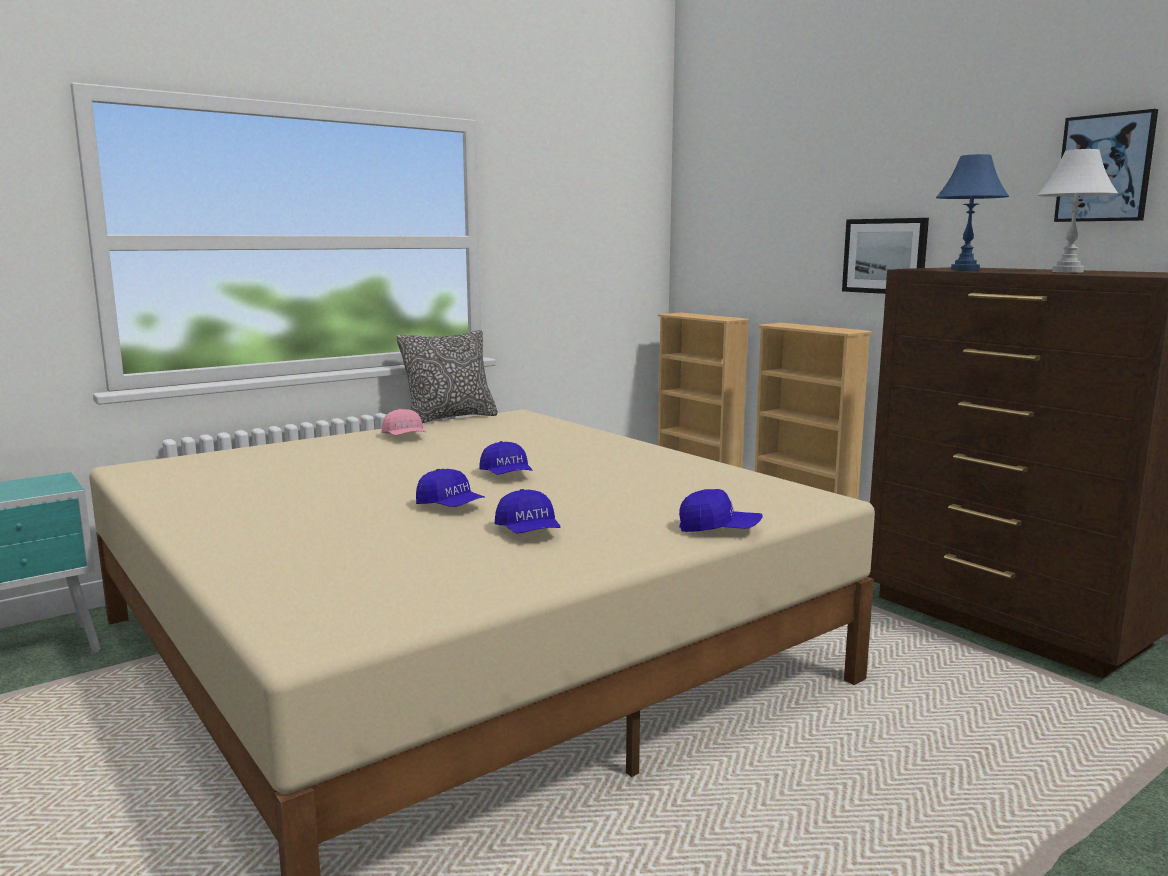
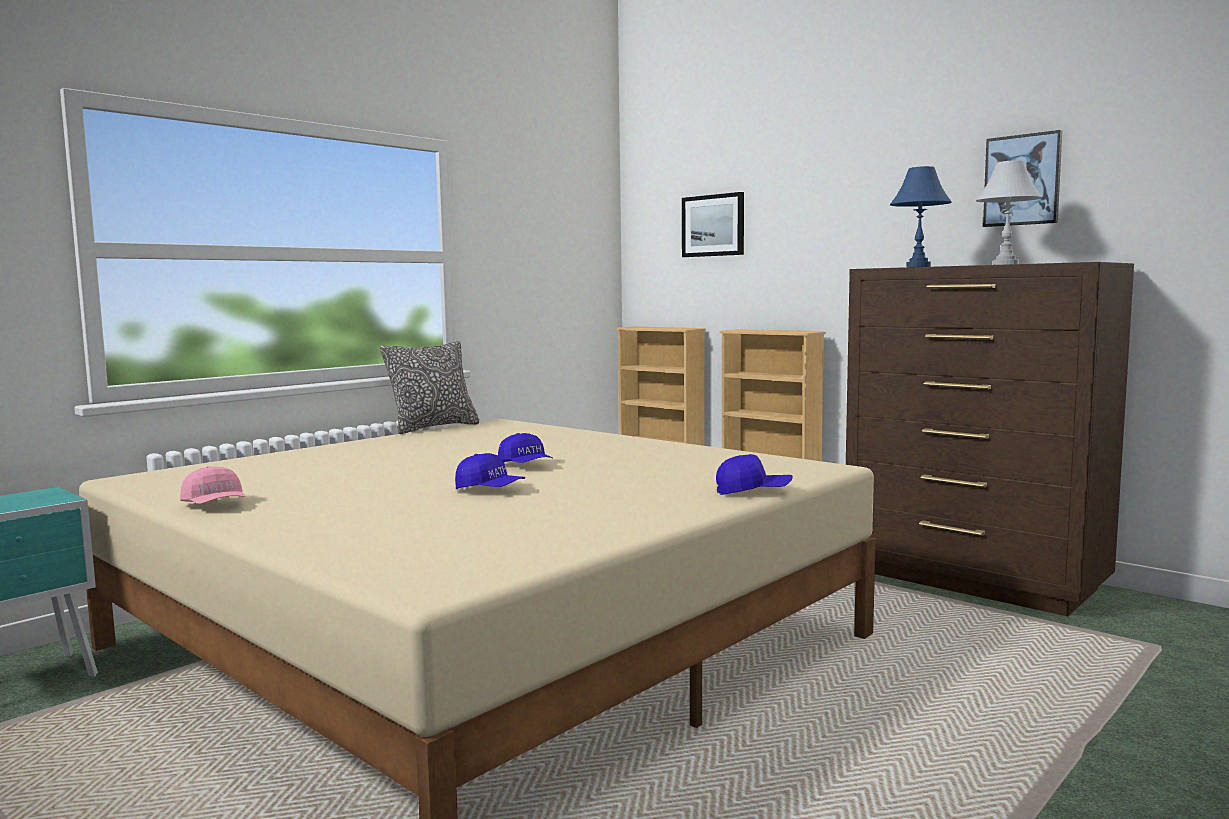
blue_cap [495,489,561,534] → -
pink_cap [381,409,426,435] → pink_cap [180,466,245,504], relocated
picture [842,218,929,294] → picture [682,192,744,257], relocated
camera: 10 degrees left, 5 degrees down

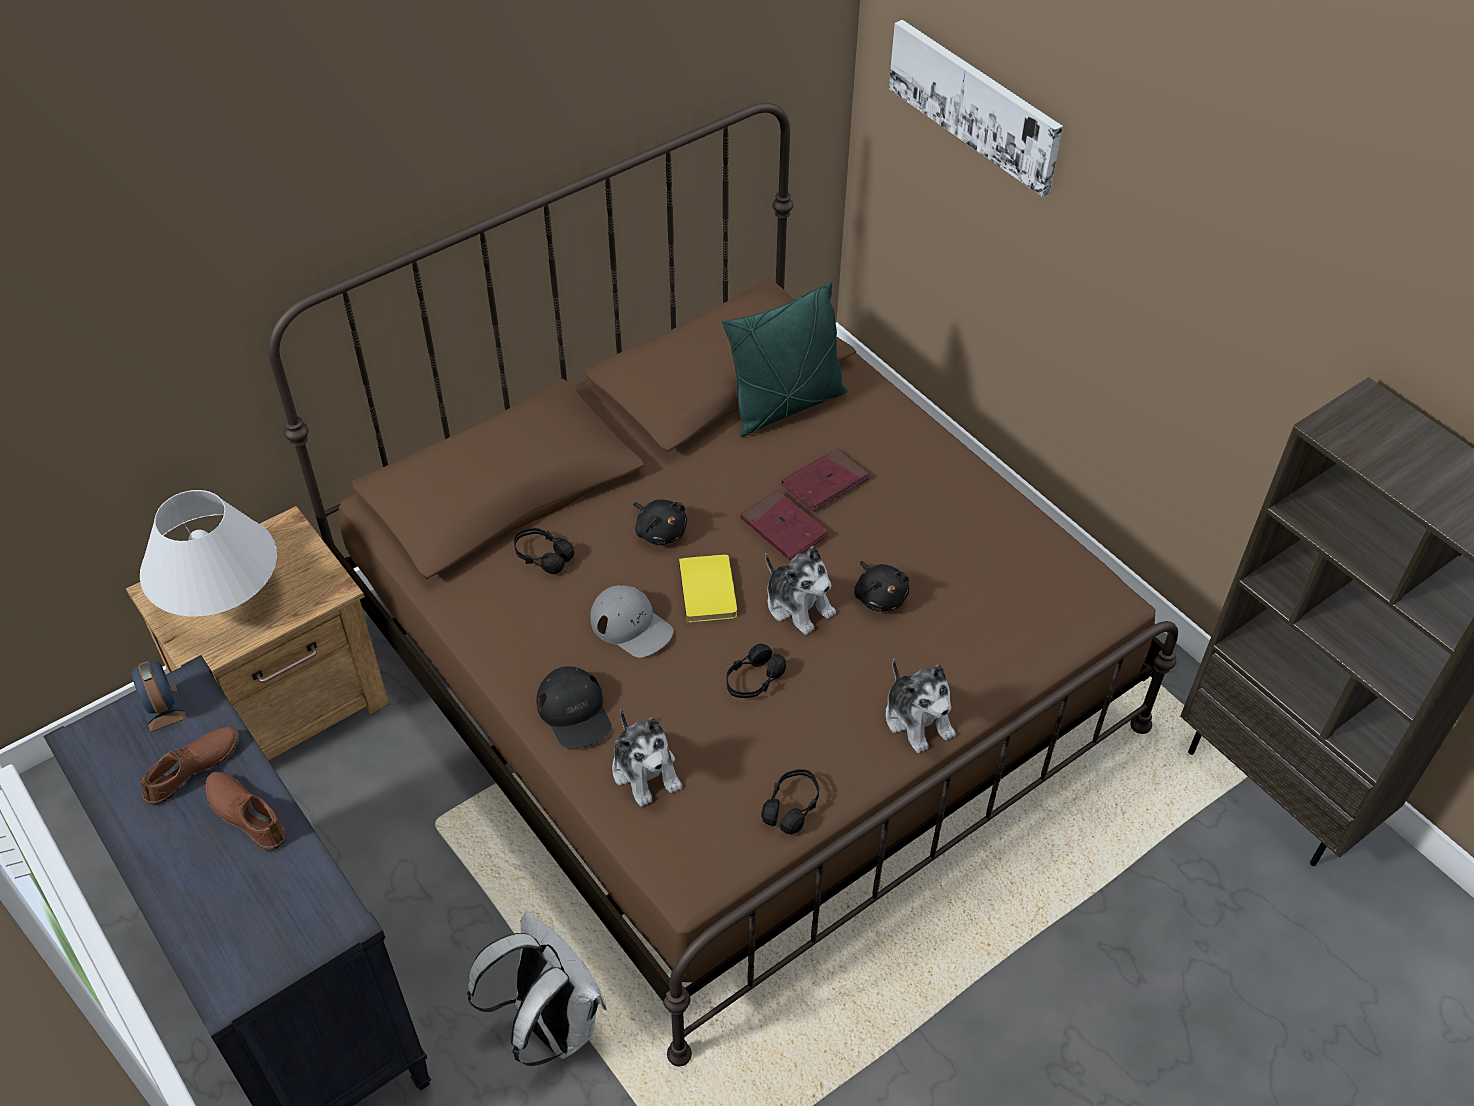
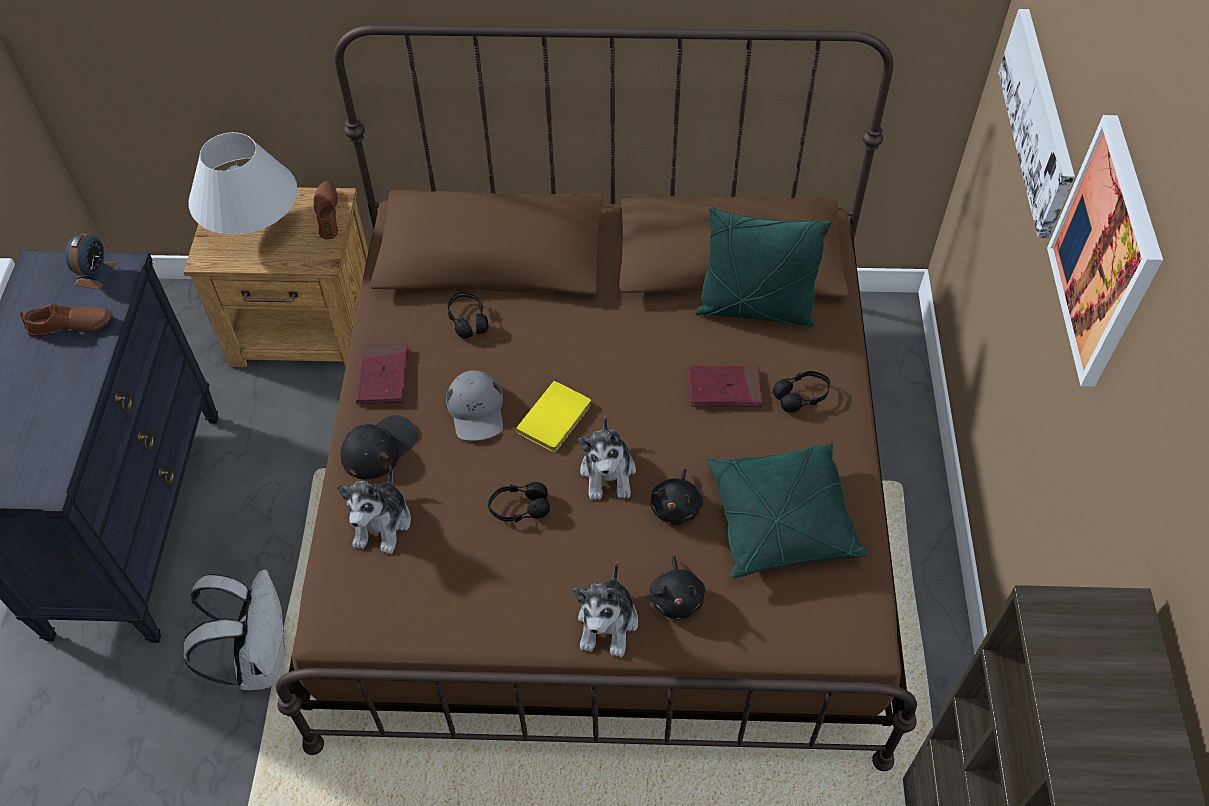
- → green_pillow [706,443,868,578]
- → picture [1047,115,1163,386]
brown_shoe [205,771,286,851] → brown_shoe [314,181,338,239], relocated
black_plush_toy [633,499,687,545] → black_plush_toy [650,556,705,620], relocated
red_book [740,490,828,561] → red_book [356,344,409,405], relocated
black_headphones [761,769,819,834] → black_headphones [773,371,830,413], relocated
black_cap [536,666,612,749] → black_cap [341,415,417,480], 150 degrees counterclockwise
camera: 40 degrees right, 5 degrees up

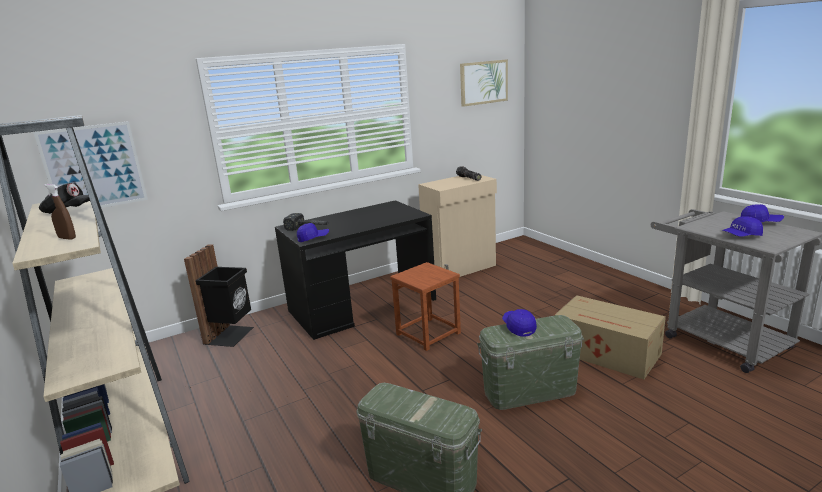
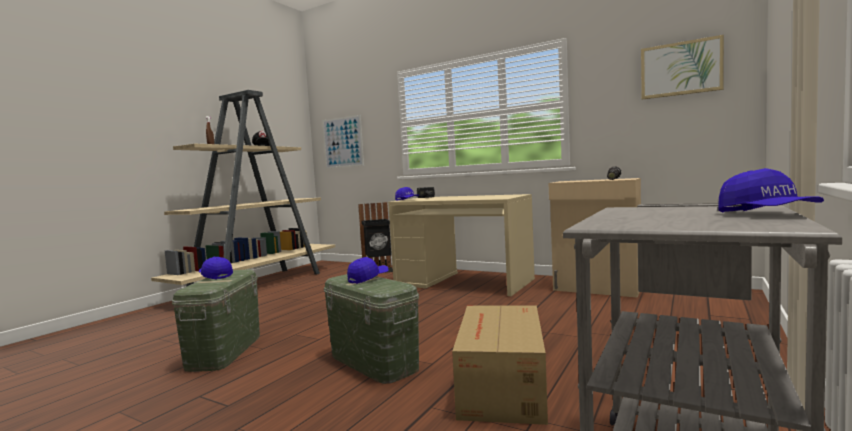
brown_stool [390,262,461,351] → -
blue_cap [722,216,763,237] → blue_cap [199,257,233,279], relocated
black_desk [275,200,436,340] → beige_desk [388,194,535,296]
camera: 60 degrees right, 15 degrees down

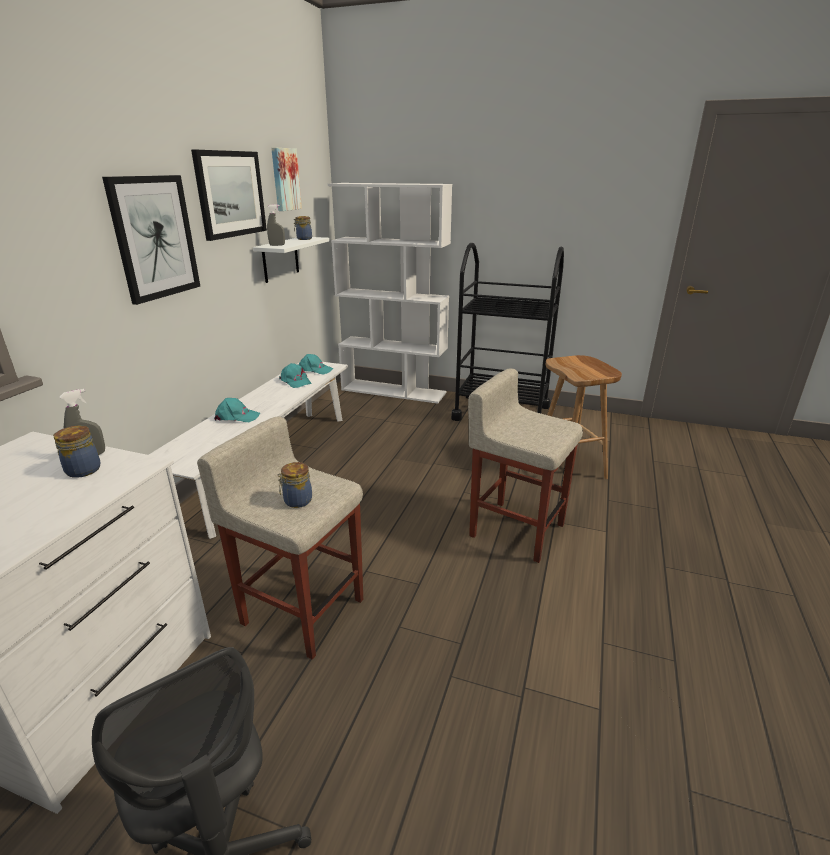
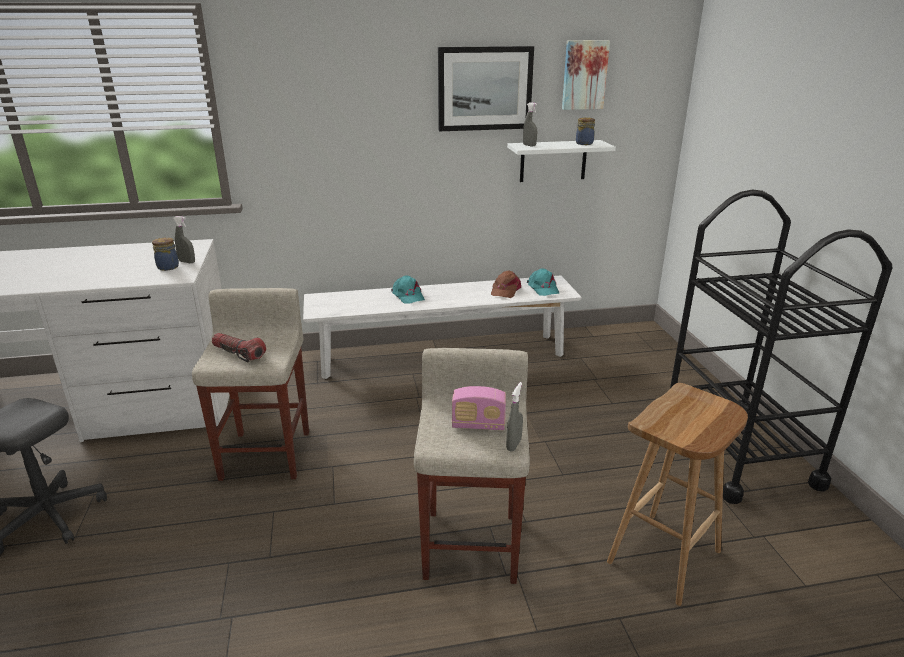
picture [102,175,200,305] → -
white_bookcase [328,183,452,404] → -
- → radio [452,386,506,430]
- → grey_spray_bottle [506,382,523,452]
jar [278,462,312,508] → flashlight [212,333,266,363]
turquoise_cap [279,363,311,388] → brown_cap [491,270,521,298]
camera: 60 degrees right, 0 degrees up

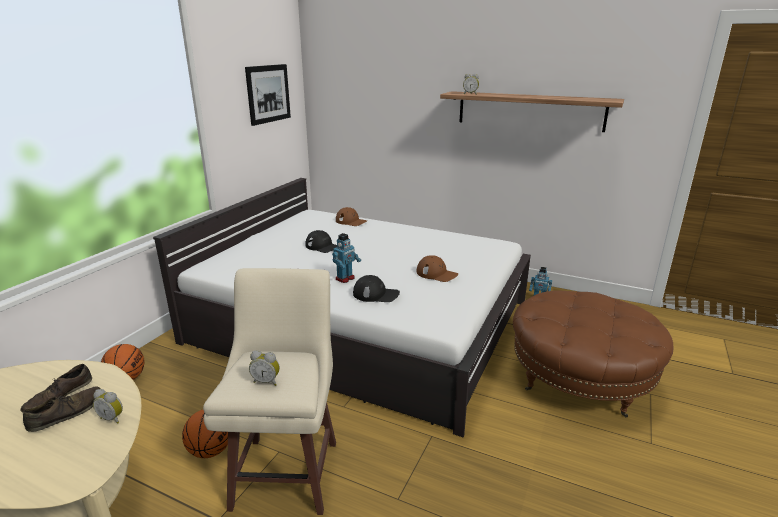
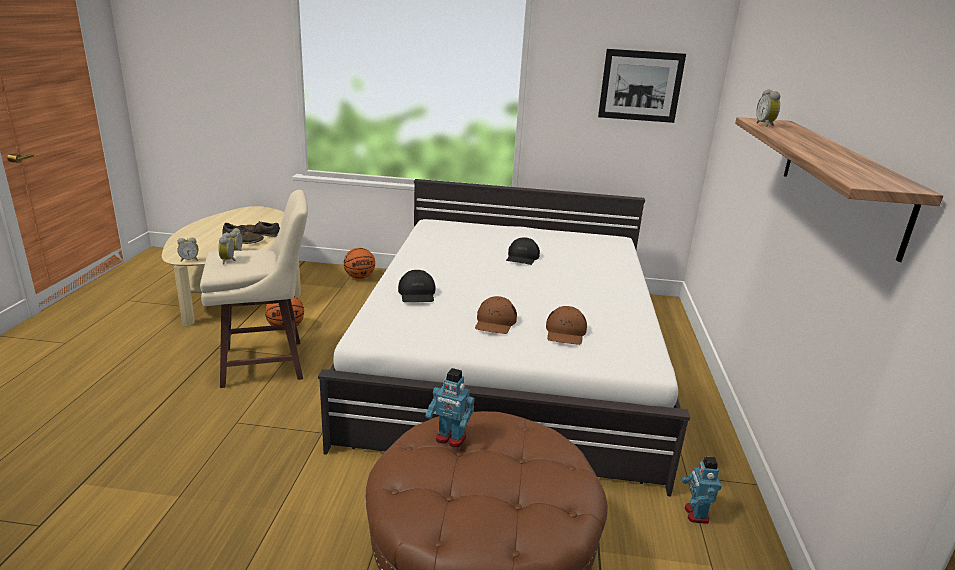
- → alarm_clock [177,237,199,262]
toy_robot [332,233,361,283] → toy_robot [425,368,475,447], relocated
brown_cap [336,207,367,226] → brown_cap [546,306,587,345], relocated
camera: 70 degrees right, 0 degrees up

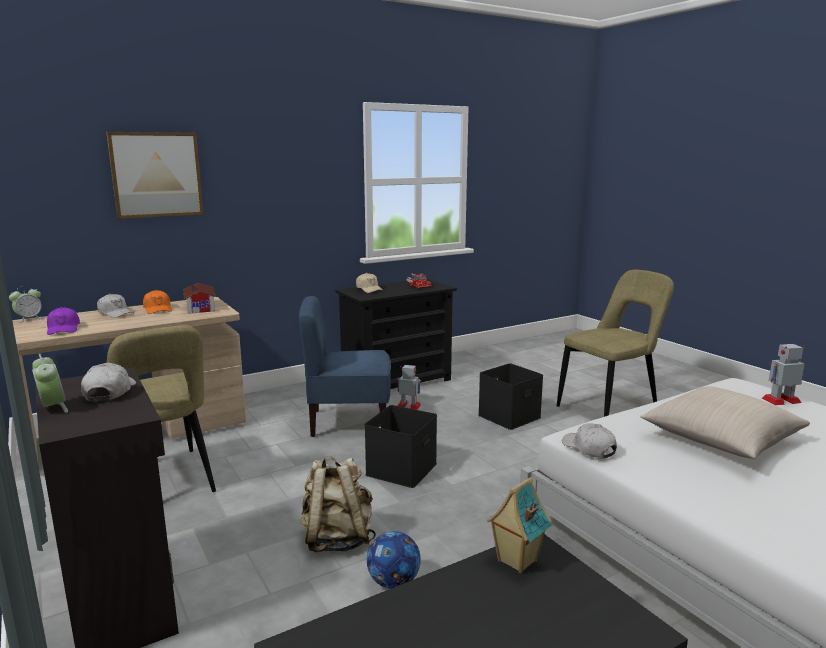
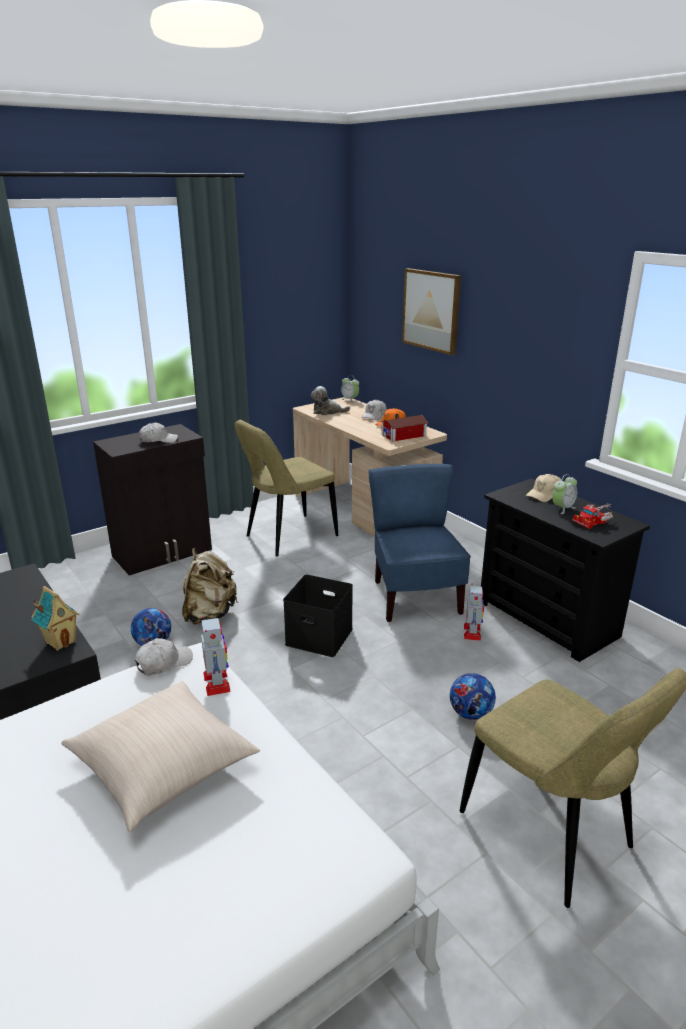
alarm_clock [32,354,68,413] → alarm_clock [552,474,577,514], relocated
toy_robot [762,344,805,405] → toy_robot [201,616,231,696], relocated
purple_cap [47,307,80,335] → plush_toy [311,386,350,415]
black_storage_box [478,363,543,430] → football [450,673,496,720]
camera: 85 degrees right, 10 degrees up

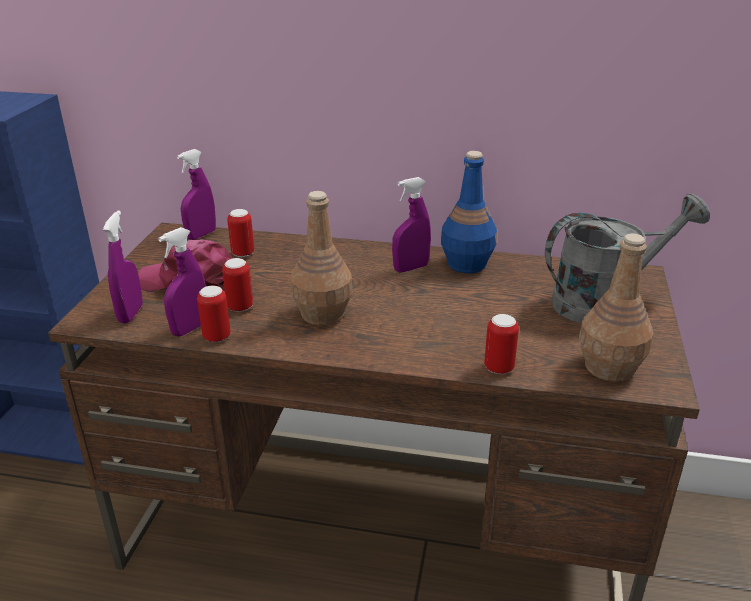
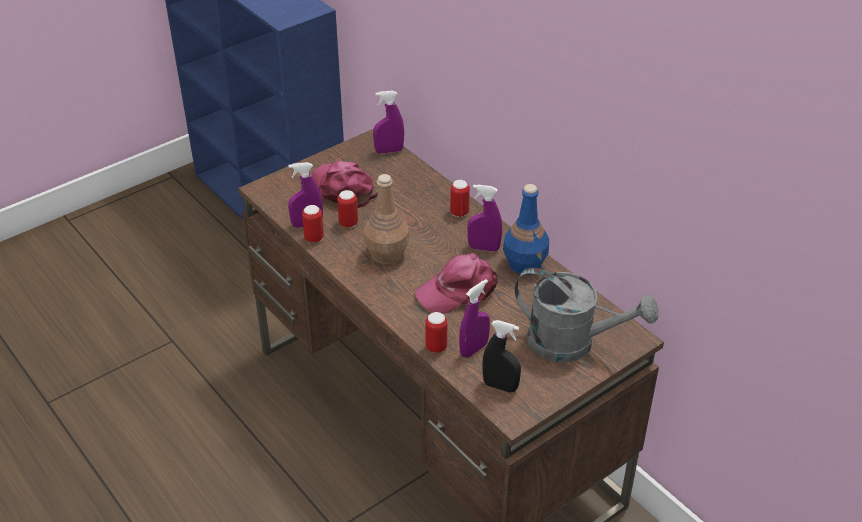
- → pink_cap [414,253,498,314]
purple_spray_bottle [103,211,143,323] → purple_spray_bottle [459,279,490,358], relocated
can [227,209,254,257] → can [450,180,470,217], relocated
brown_bottle [579,234,653,382] → black_spray_bottle [482,320,521,392]
camera: 40 degrees right, 10 degrees up

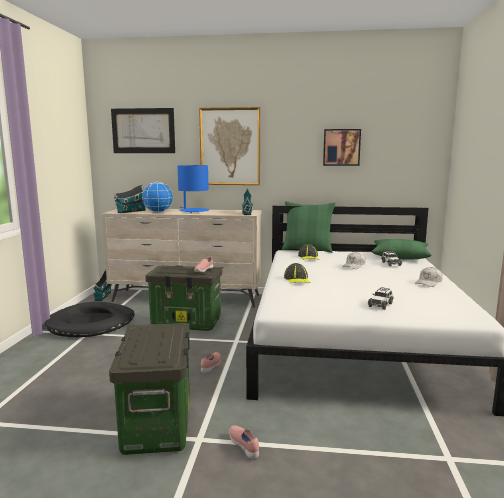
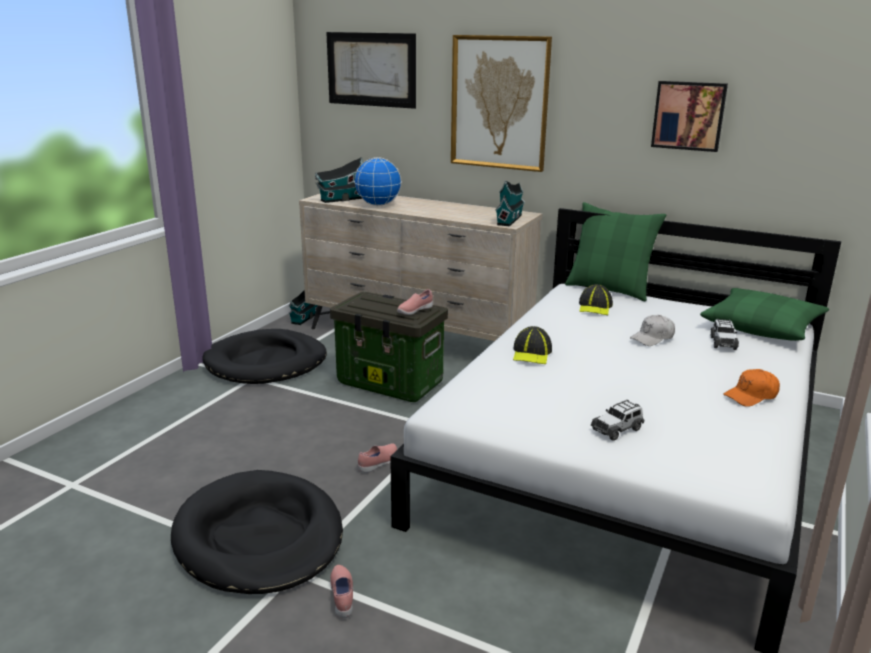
blue_table_lamp [178,165,209,213] → -
storage_box [109,323,190,455] → black_dog_bed [171,470,343,594]
white_cap [415,267,443,287] → orange_cap [723,369,780,407]
camera: 20 degrees right, 10 degrees up

